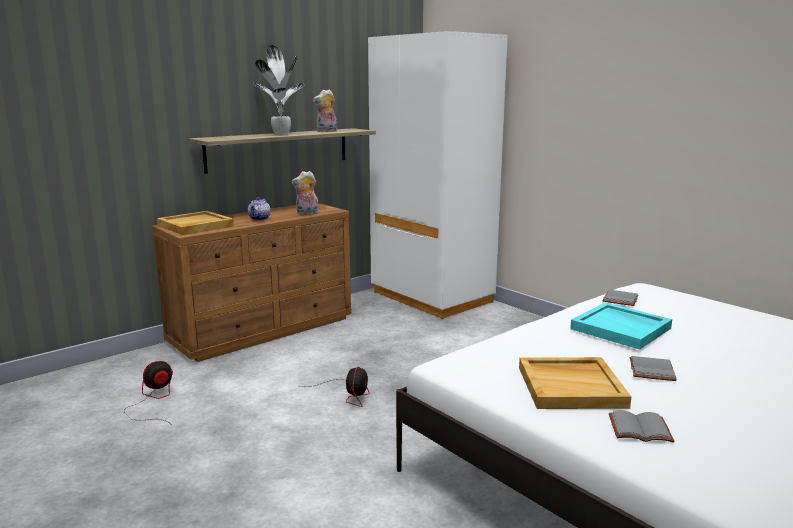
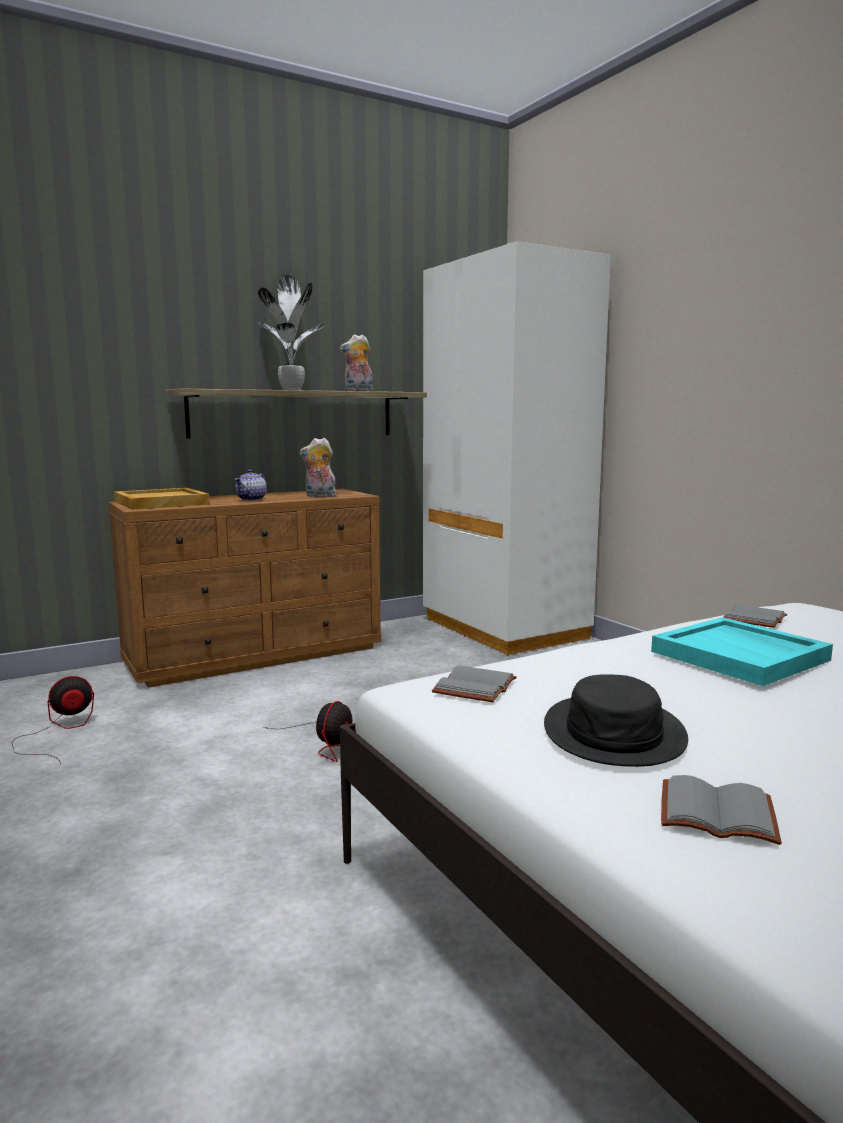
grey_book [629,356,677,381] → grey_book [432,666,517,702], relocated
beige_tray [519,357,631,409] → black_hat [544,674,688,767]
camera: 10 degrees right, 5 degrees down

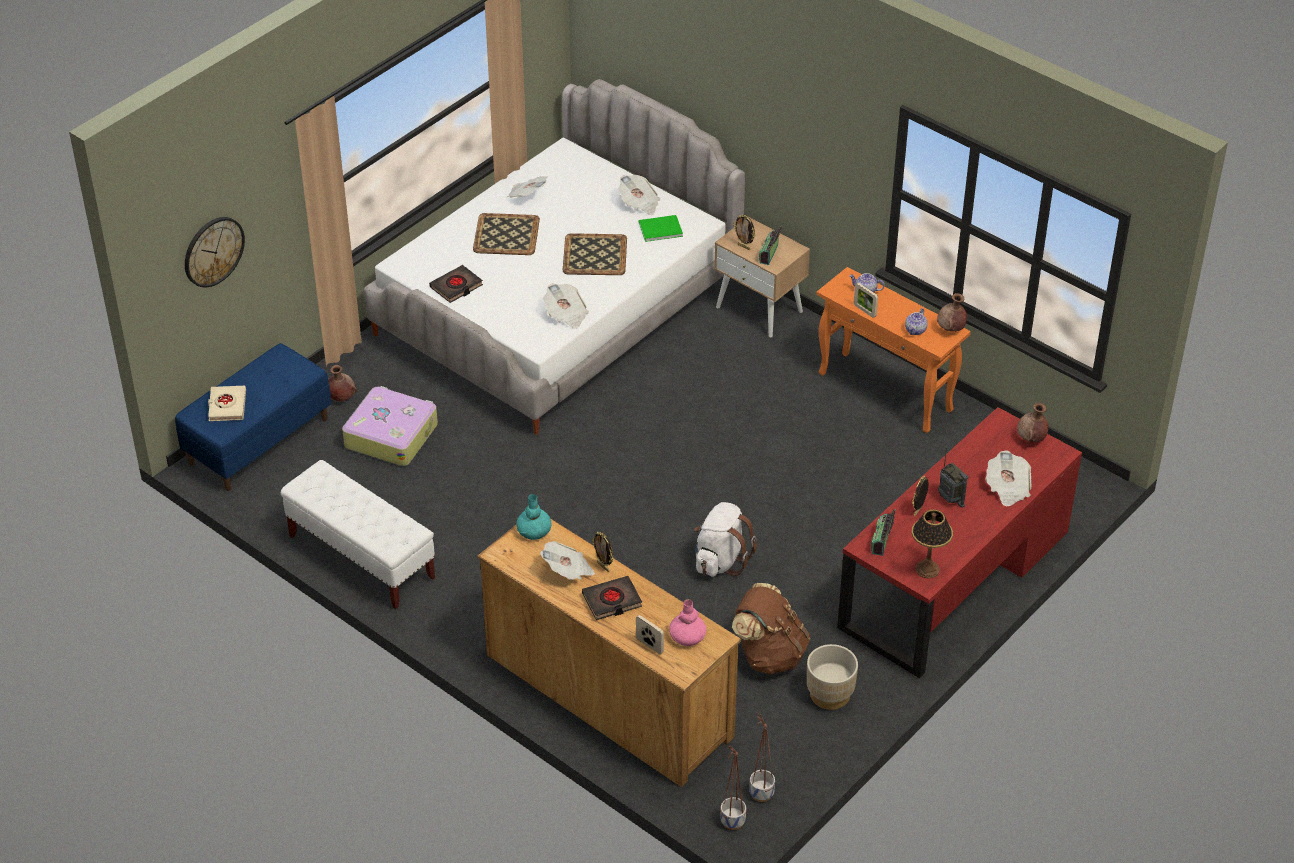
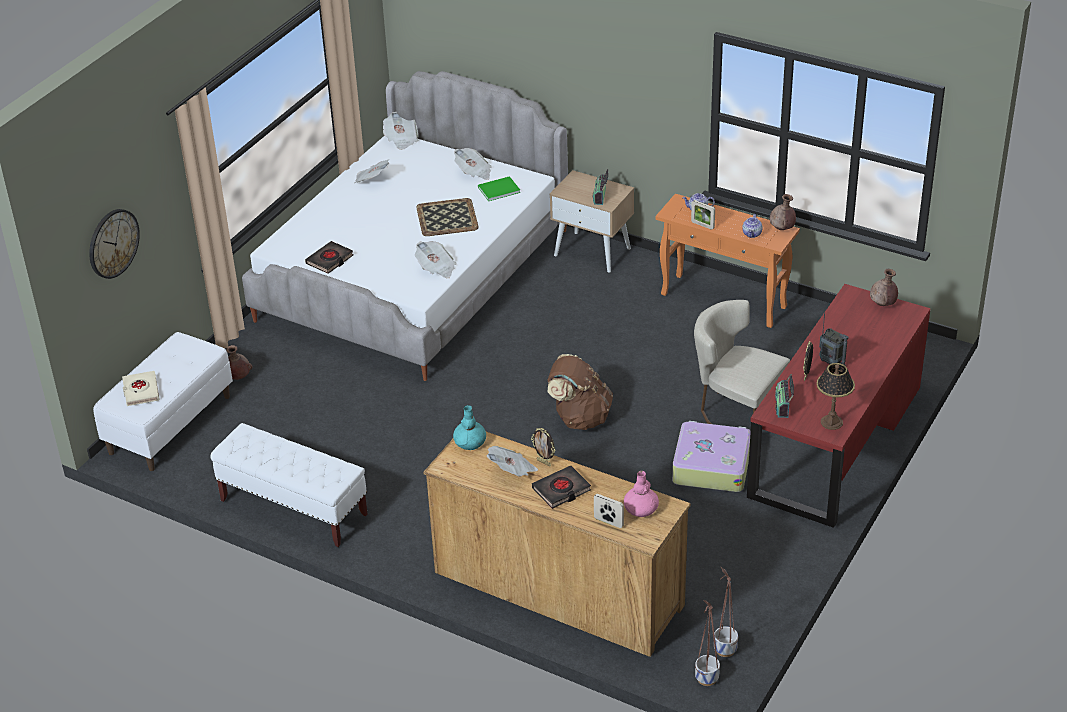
tray [473,213,540,255] → -
white_backpack [694,502,757,577] → -
picture_frame [733,215,755,250] → -
beige_planter [807,644,858,710] → -
- → beige_chair [694,300,790,424]
suitcase [342,386,438,466] → suitcase [672,421,751,492], relocated
brown_backpack [732,583,811,675] → brown_backpack [548,354,613,430], relocated
newspaper [985,451,1032,507] → newspaper [383,112,418,150], relocated
blue_bench [175,343,331,491] → white_bench [93,332,233,471]
camera: 10 degrees left, 5 degrees down

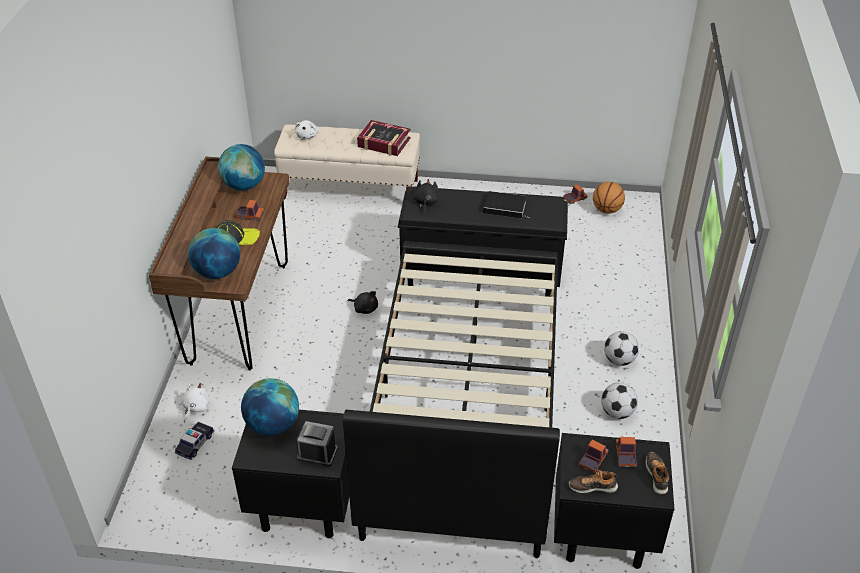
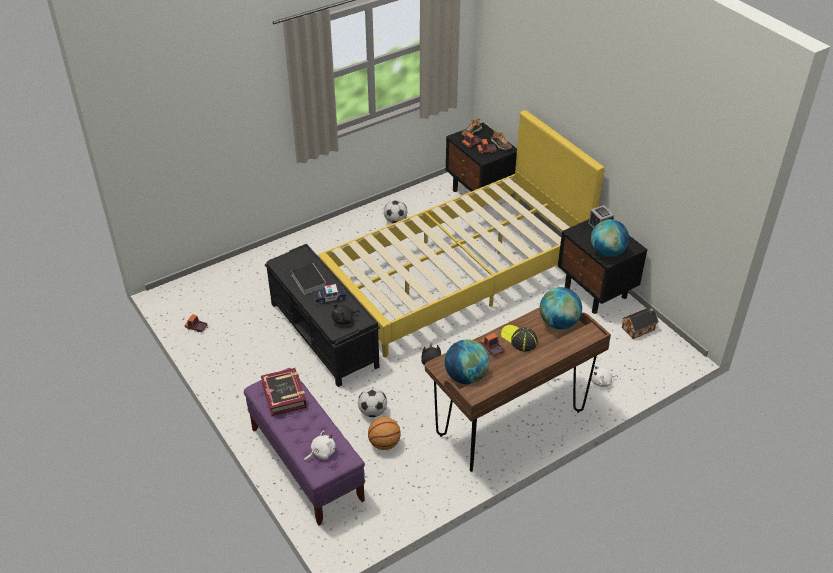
- → toy_house [622,308,659,339]
toy_car [175,422,214,460] → toy_car [313,284,346,304], relocated
basketball [593,182,625,213] → basketball [368,417,401,450], relocated
football [604,331,639,366] → football [358,388,387,417], relocated
beige_bench [274,124,420,200] → purple_bench [244,368,365,526]
black_bed [343,241,560,558] → yellow_bed [318,110,604,357]
camera: 130 degrees left, 0 degrees up

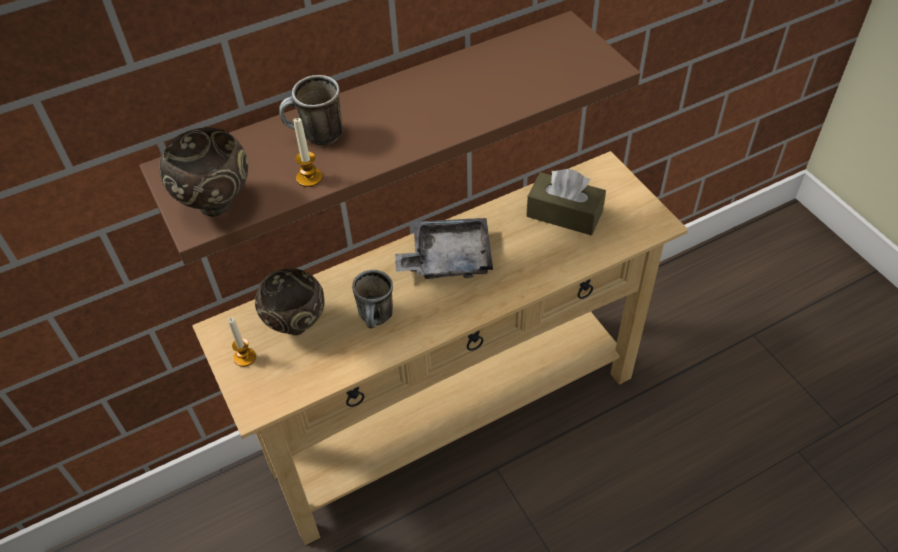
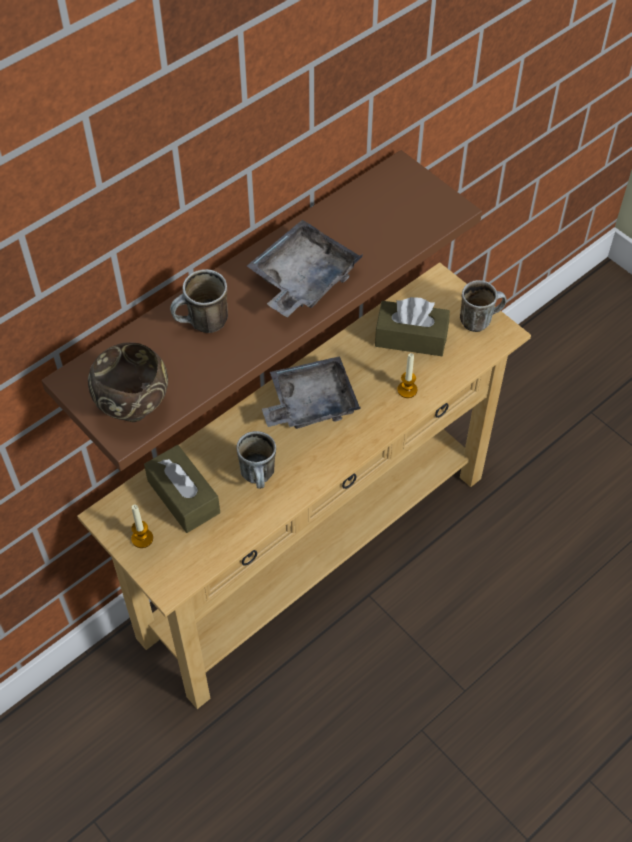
- → grey_tray [247,220,363,317]
- → mug [460,280,507,332]
candle [293,118,323,187] → candle [397,353,417,398], relocated
brown_bowl [255,268,325,335] → brown_tissue_box [144,445,220,533]
camera: 15 degrees left, 5 degrees up

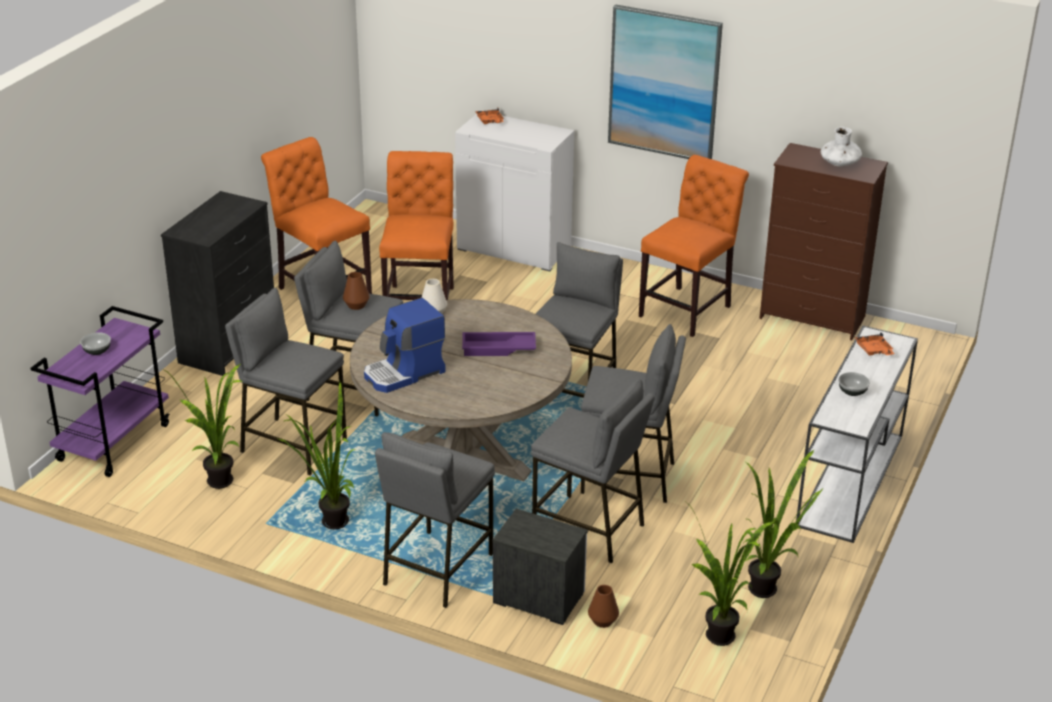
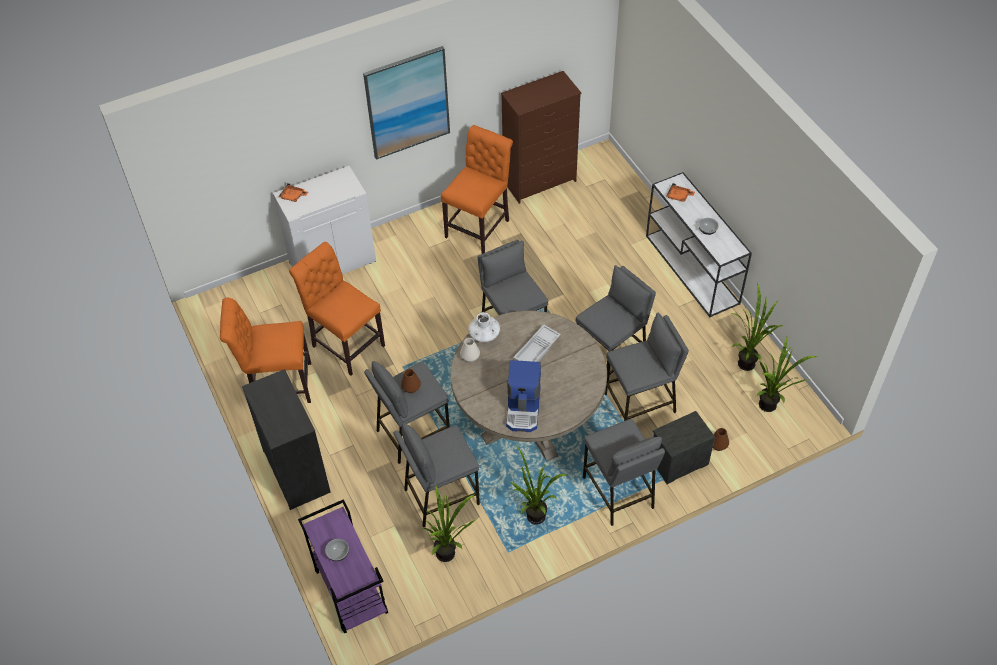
white_vase [821,127,862,167] → white_vase [468,312,500,342], relocated
purple_tray [462,332,536,356] → white_tray [513,324,561,362]
orange_chair [639,155,749,337] → orange_chair [441,125,513,254], 45 degrees clockwise
camera: 50 degrees left, 20 degrees up

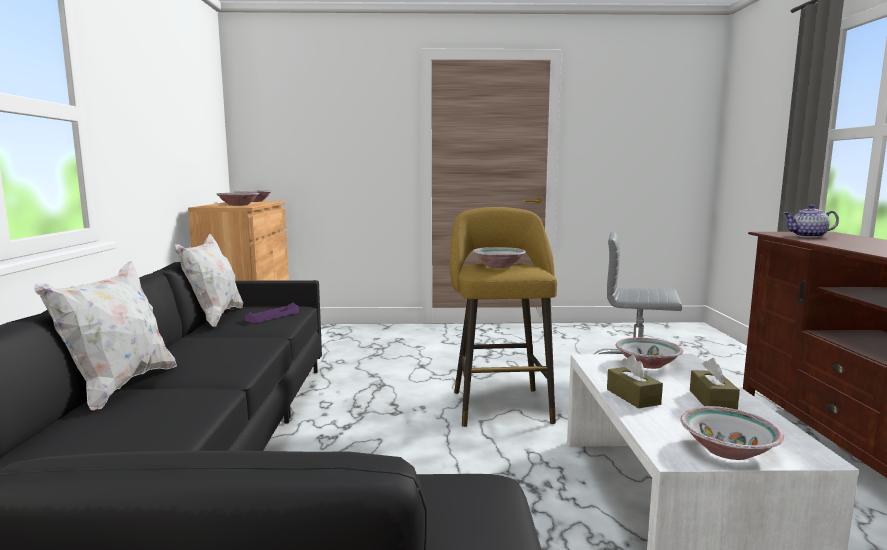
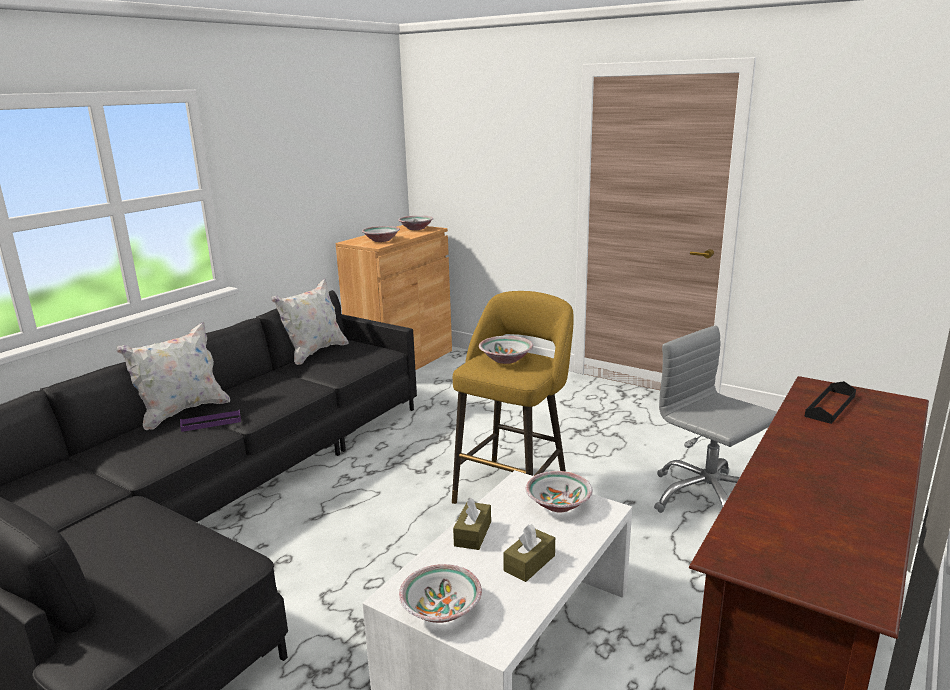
purple_tray [245,302,299,323] → purple_tray [180,410,241,432], relocated
teapot [783,205,839,238] → black_tray [804,381,856,424]
camera: 35 degrees right, 10 degrees up

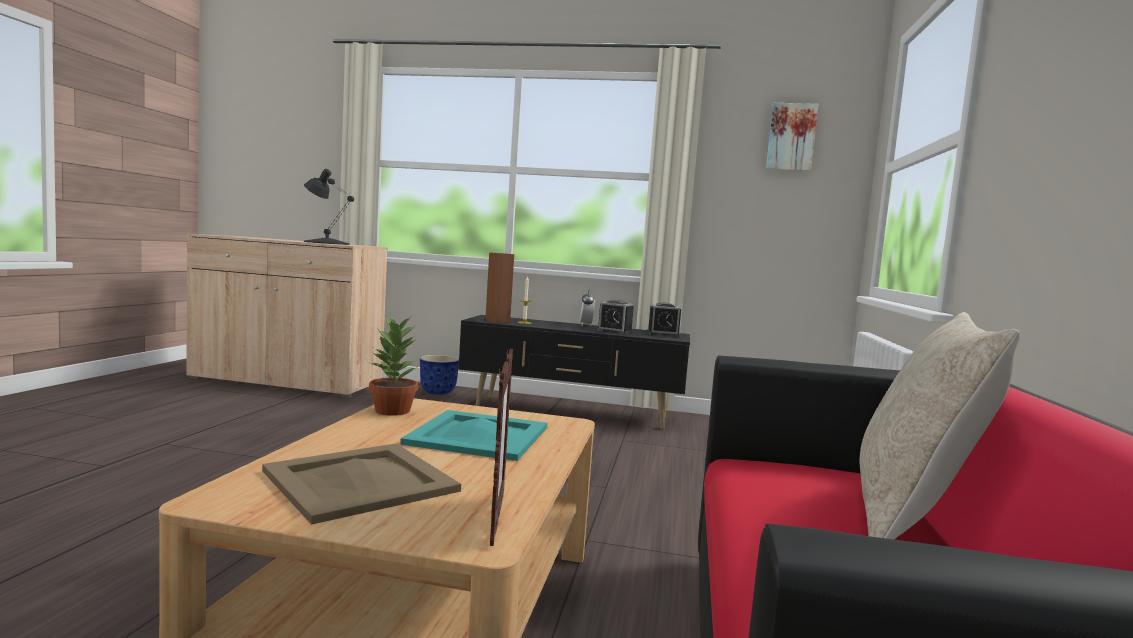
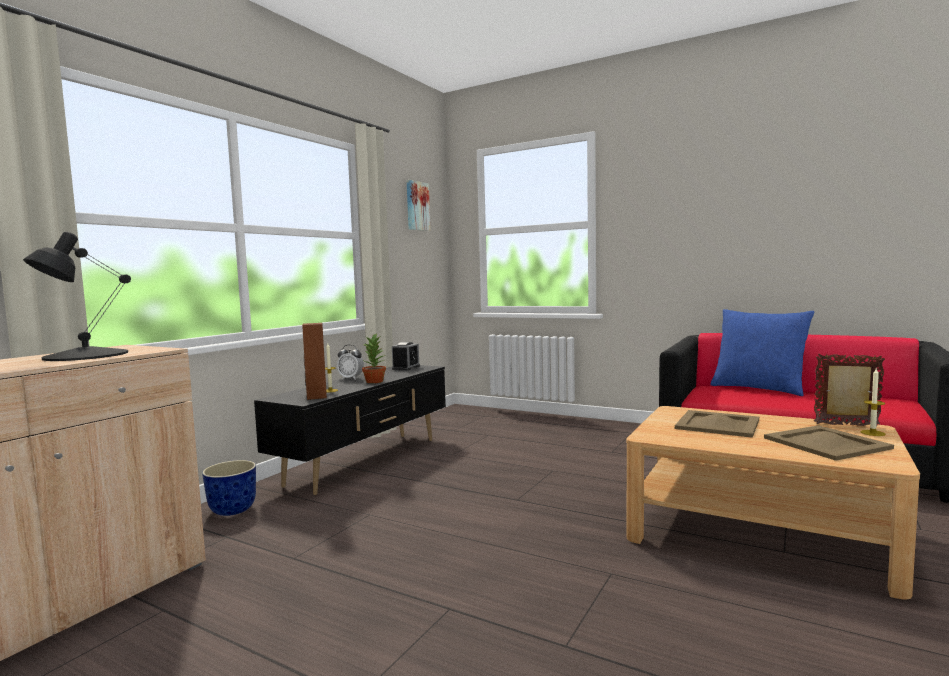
alarm_clock [596,300,634,334] → -
- → candle [861,369,885,436]
potted_plant [368,316,418,416] → potted_plant [362,333,386,383], relocated
turquoise_tray [400,410,547,461] → beige_tray [675,410,759,438]
beige_pillow [860,312,1020,539] → blue_pillow [710,309,814,396]
camera: 70 degrees left, 0 degrees up

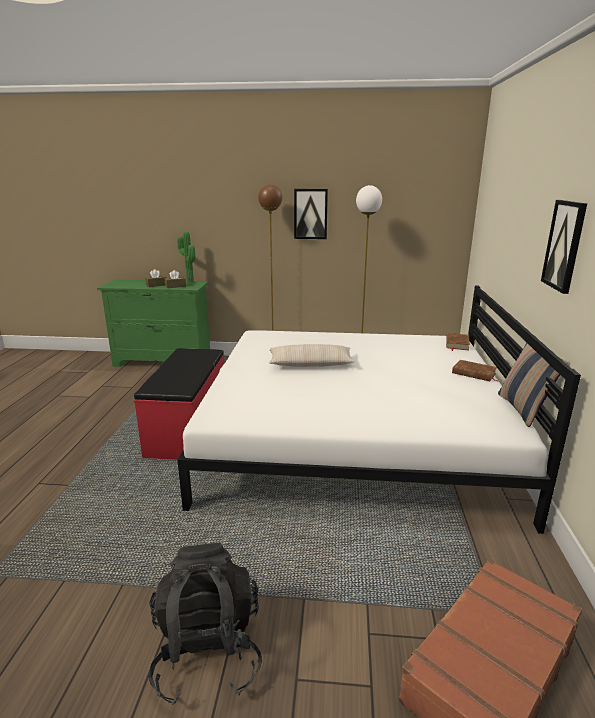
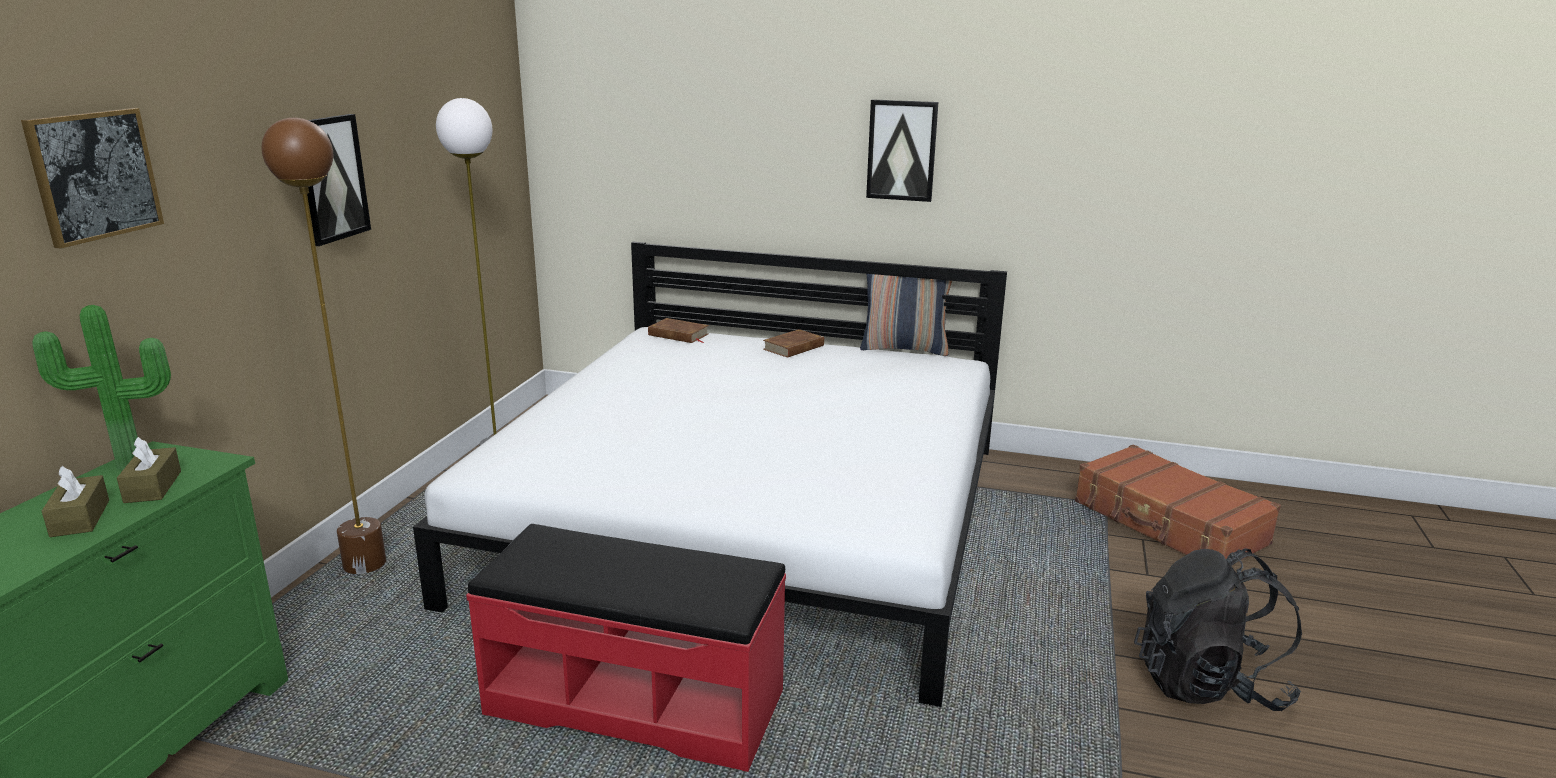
beige_pillow [269,344,355,367] → -
- → picture [21,108,164,249]
camera: 80 degrees left, 0 degrees up

